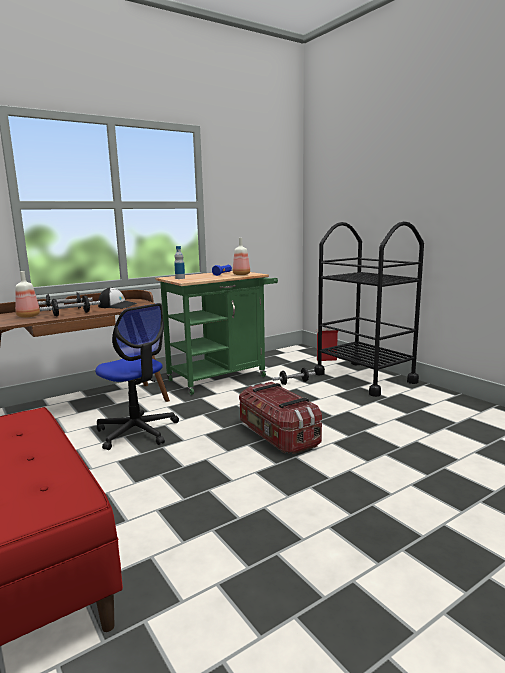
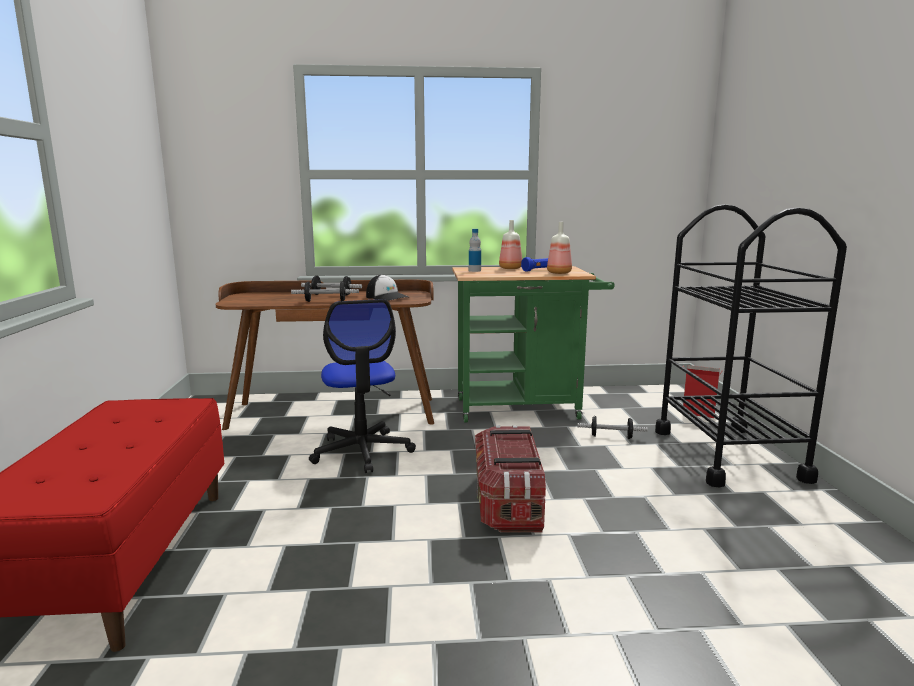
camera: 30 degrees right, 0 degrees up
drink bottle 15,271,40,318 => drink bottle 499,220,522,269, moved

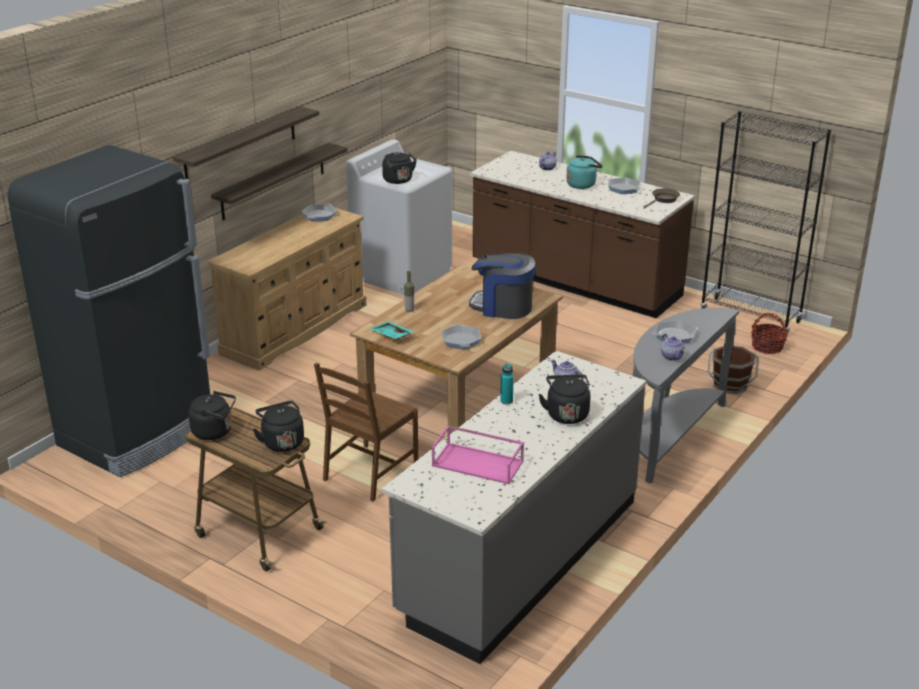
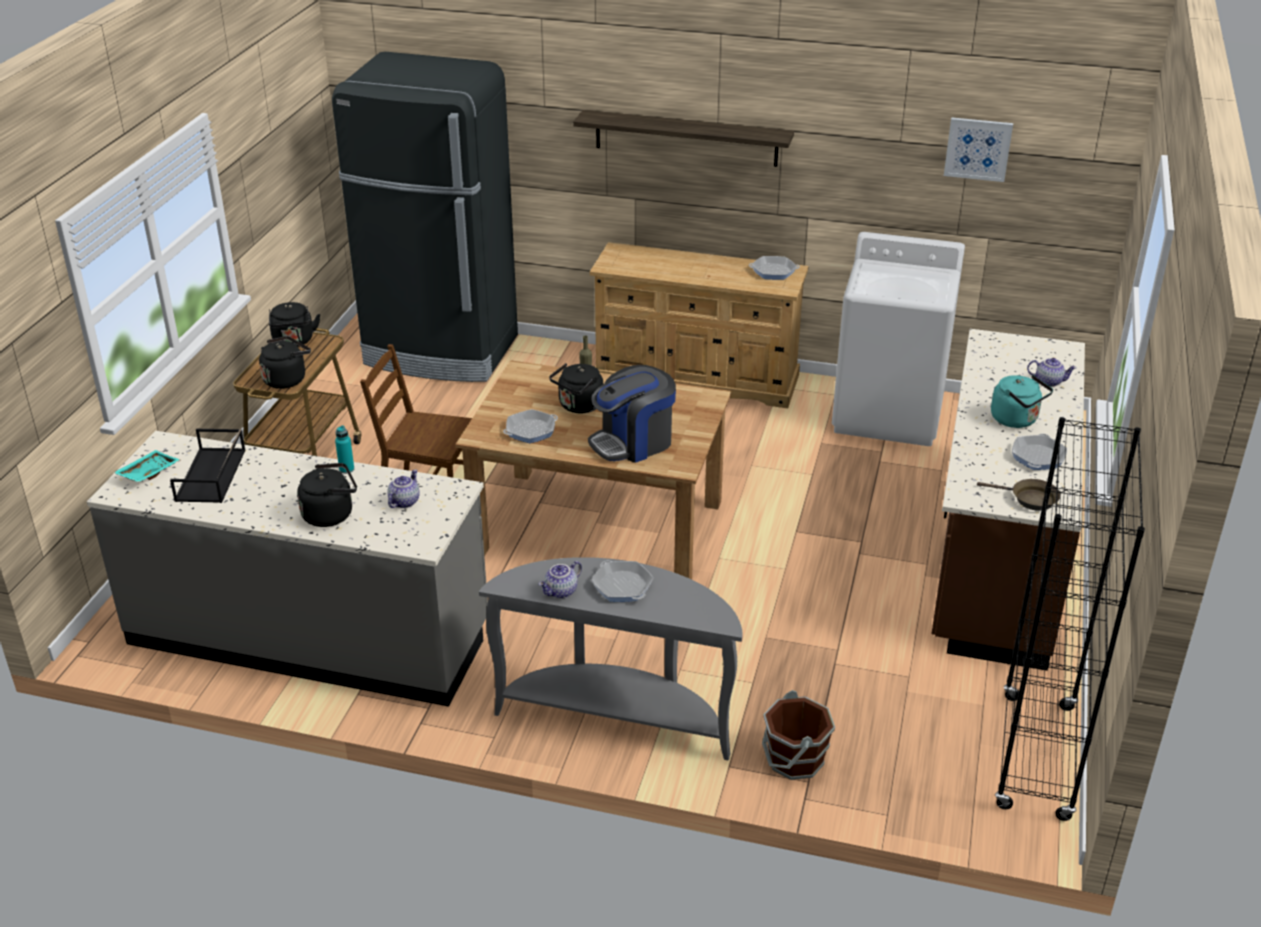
camera: 70 degrees right, 5 degrees up
wall shelf 211,143,348,220 => nothing
blue-green serving tray 370,321,414,339 => blue-green serving tray 113,450,180,482, moved
black water kettle 382,152,417,184 => black water kettle 549,363,603,413, moved
pink-coloured serving tray 432,425,524,484 => black serving tray 170,429,245,503
coffee machine 469,253,535,319 => coffee machine 588,365,676,463, 120 degrees counterclockwise
household basket 751,313,788,354 => nothing
nothing => picture 944,117,1013,182

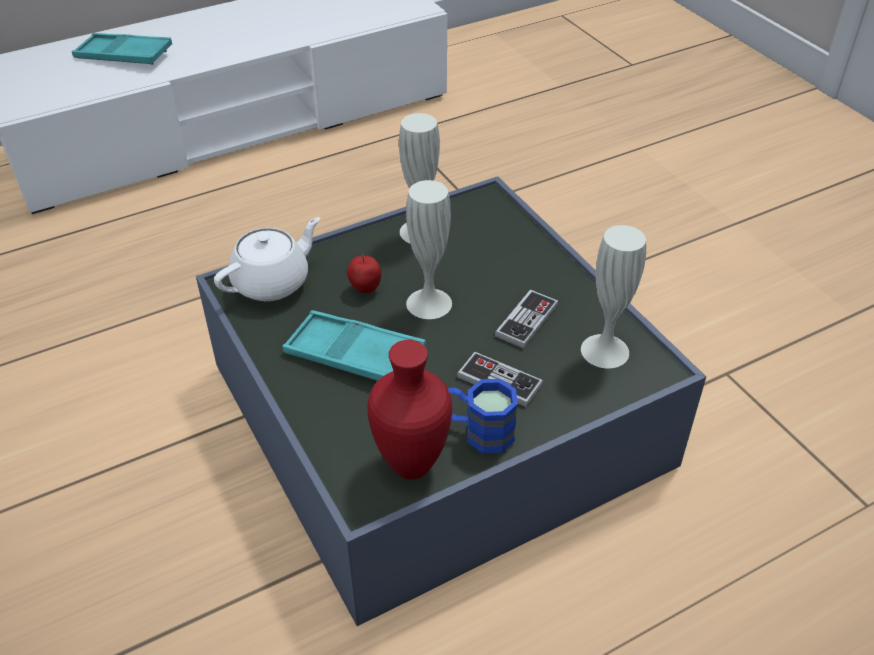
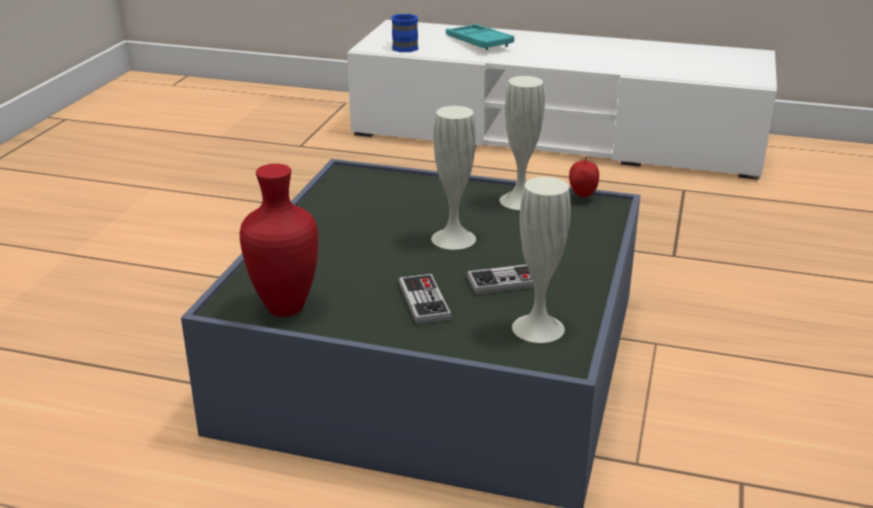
camera: 45 degrees right, 15 degrees down
white-coloured tea pot 214,217,320,301 => nothing
blue-green serving tray 282,310,426,381 => nothing
whole apple 347,254,381,293 => whole apple 569,156,599,197, moved
bluish mug 448,379,518,453 => bluish mug 392,14,418,52, moved

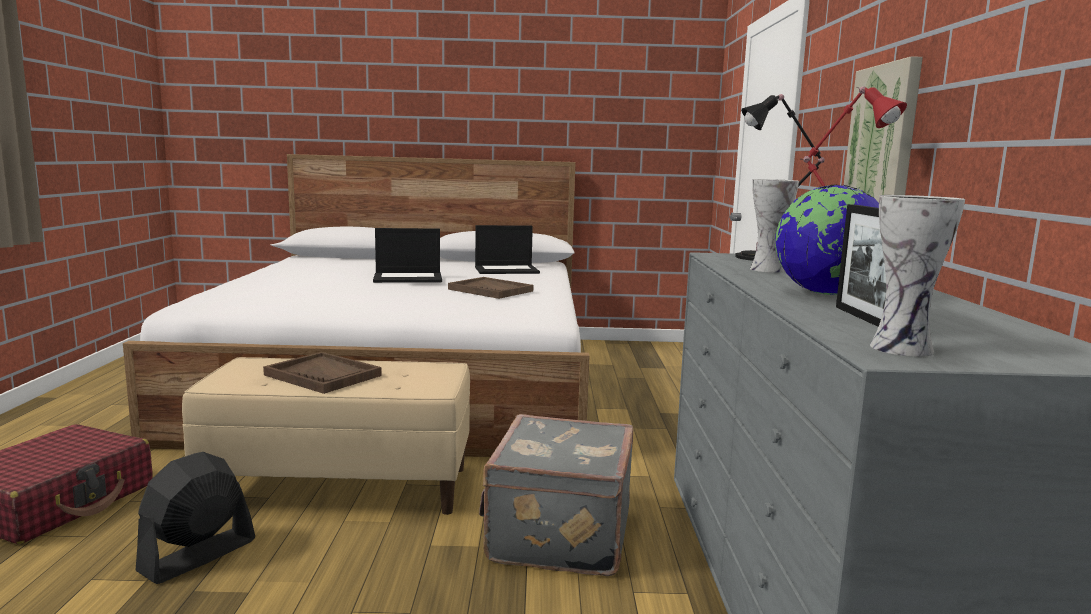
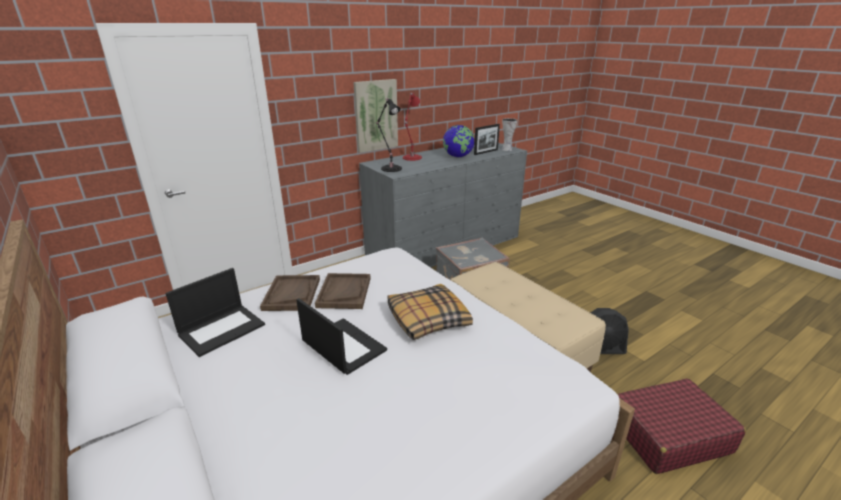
camera: 125 degrees left, 15 degrees up
brown serving tray 263,352,382,394 => brown serving tray 260,275,320,311, moved
notebook computer 475,225,540,274 => notebook computer 165,268,265,357, 90 degrees clockwise
vase 750,179,799,273 => nothing
nothing => throw pillow 387,284,473,340

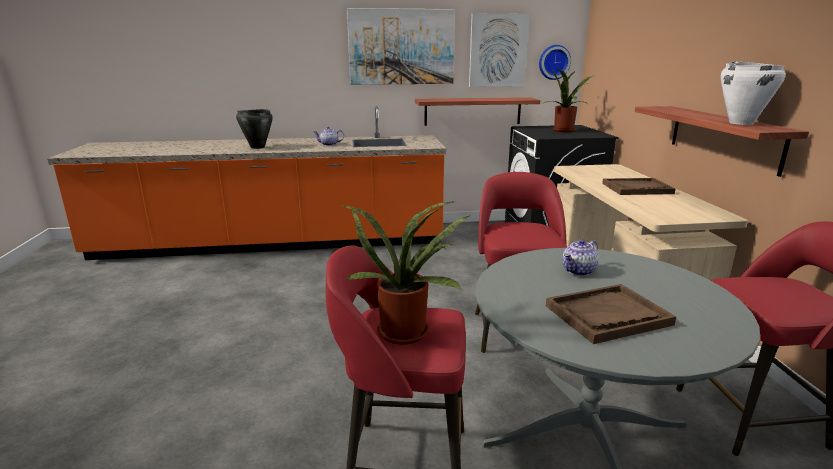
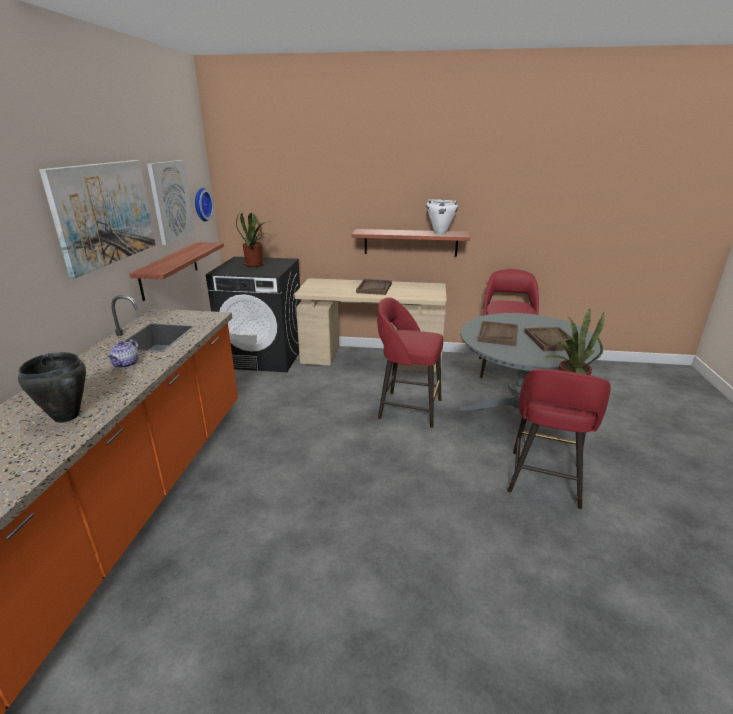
camera: 75 degrees left, 5 degrees up
tea pot 562,239,599,276 => brown serving tray 477,321,518,346

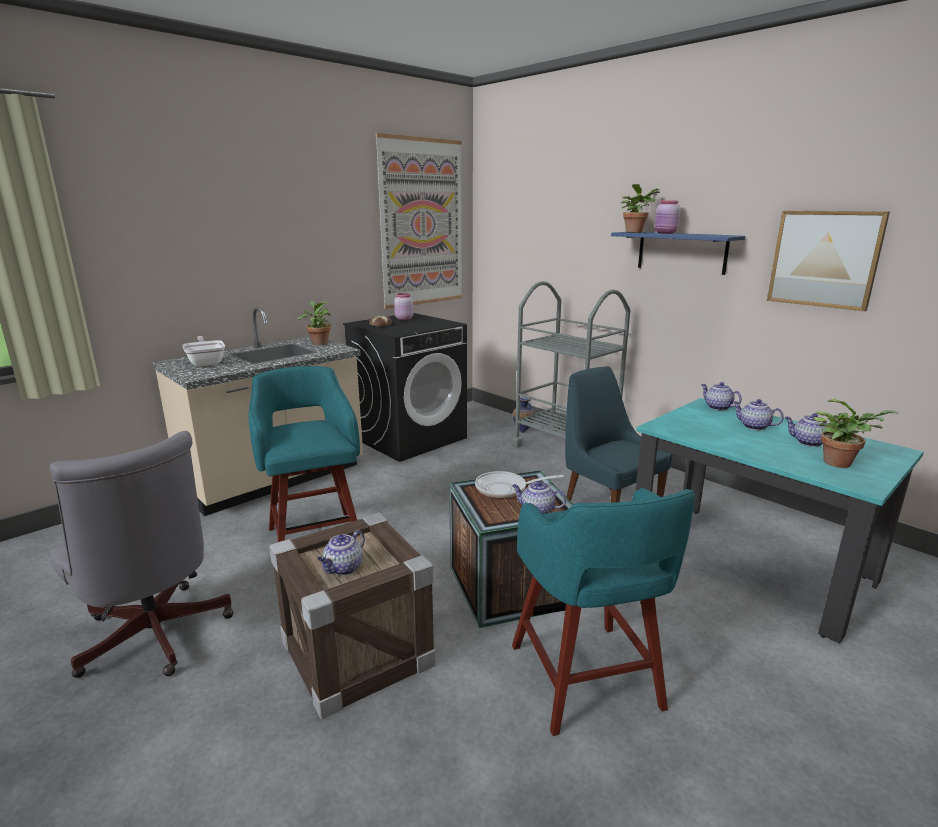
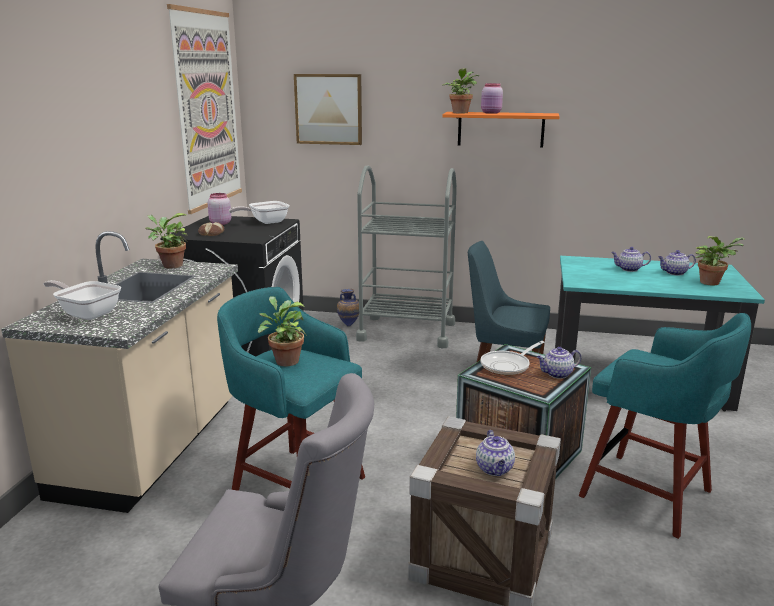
camera: 35 degrees left, 0 degrees up
bluish wall shelf 611,232,745,275 => orange-coloured wall shelf 443,112,560,148
tea pot 701,382,742,410 => nothing
picture 767,211,890,311 => picture 294,74,362,145, moved
nothing => skillet 229,201,290,224
nothing => potted plant 258,296,307,367

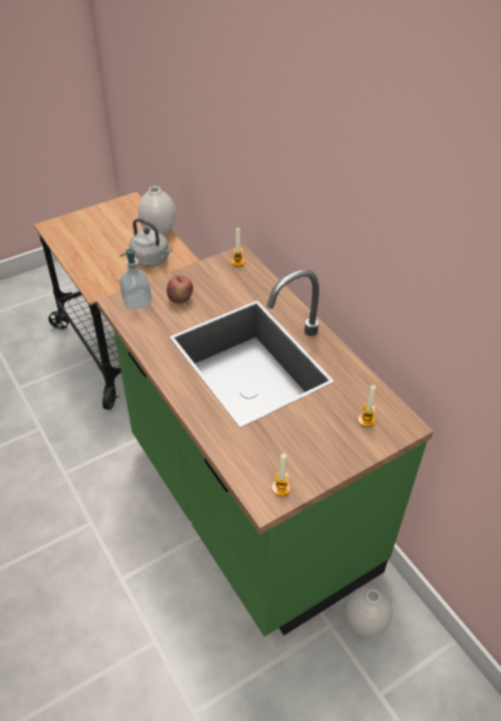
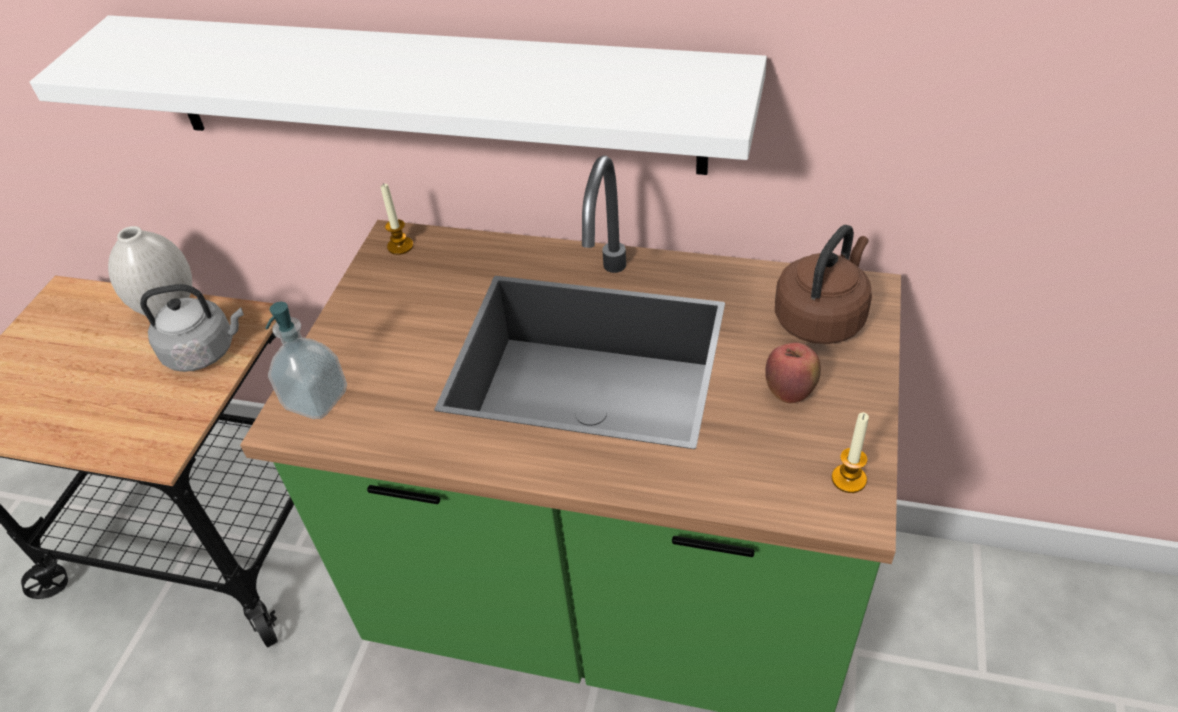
camera: 40 degrees left, 0 degrees up
whole apple 167,275,193,303 => whole apple 765,343,821,403, moved
white-coloured vase 345,586,393,637 => nothing
wax candle 358,385,376,427 => brown water kettle 775,225,872,344
nothing => white-coloured wall shelf 30,15,767,175

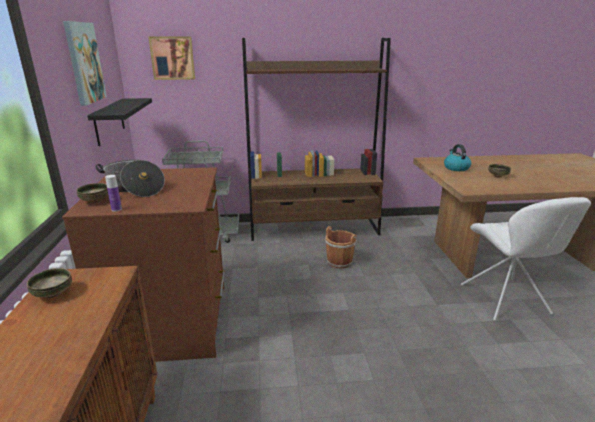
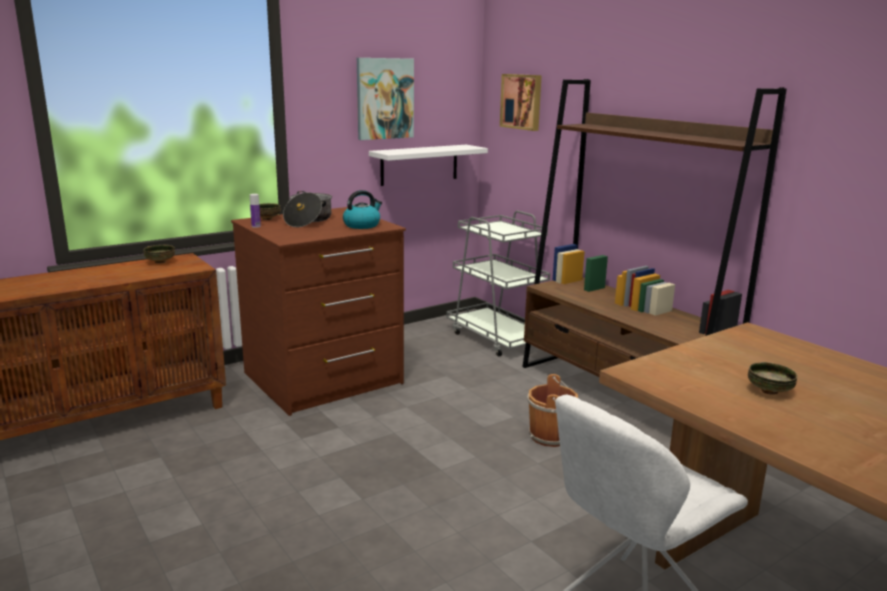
camera: 60 degrees right, 5 degrees down
black wall shelf 87,98,152,146 => white-coloured wall shelf 369,145,488,186
water kettle 444,144,471,171 => water kettle 343,190,382,229, moved

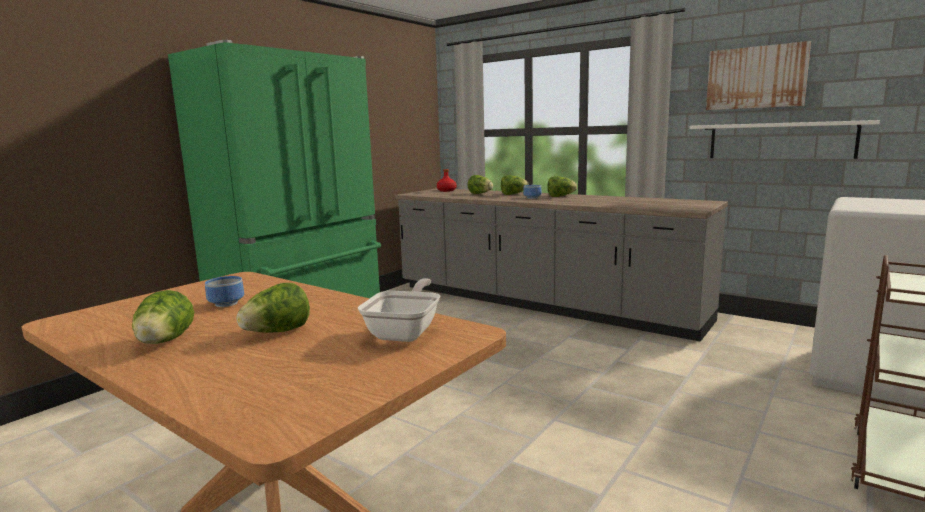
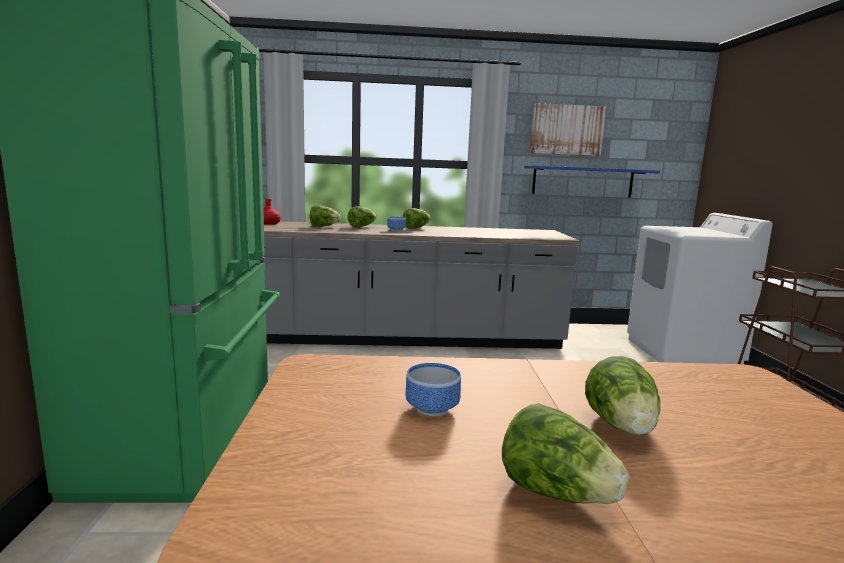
camera: 40 degrees left, 0 degrees up
skillet 358,278,440,342 => nothing
white-coloured wall shelf 689,120,880,159 => bluish wall shelf 524,165,660,197

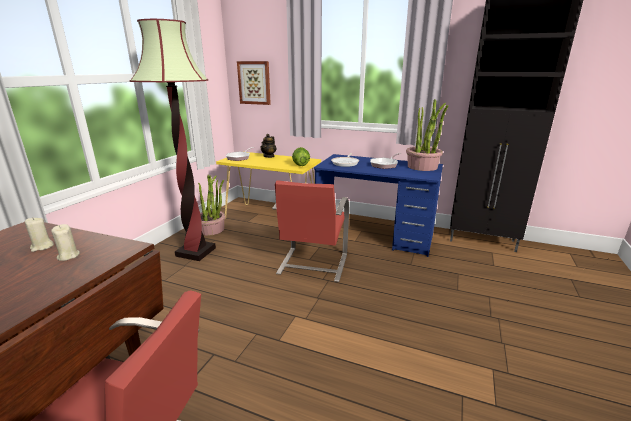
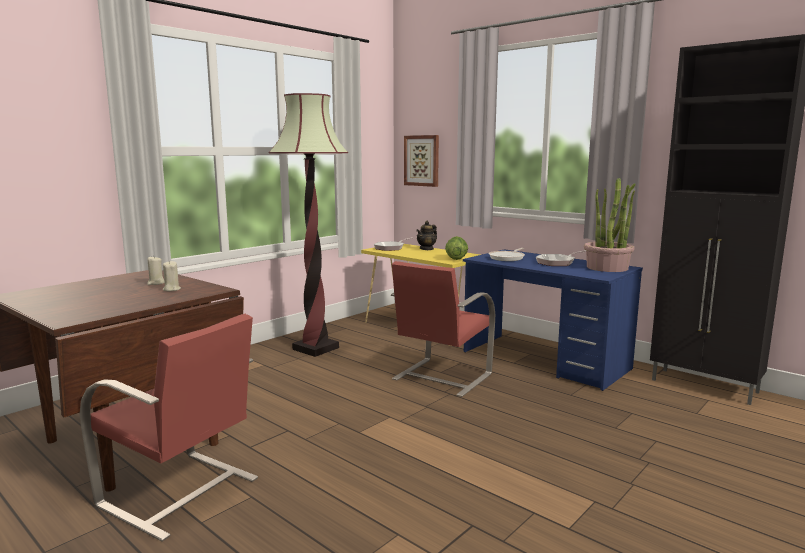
camera: 20 degrees right, 10 degrees down
potted plant 198,175,226,236 => nothing

